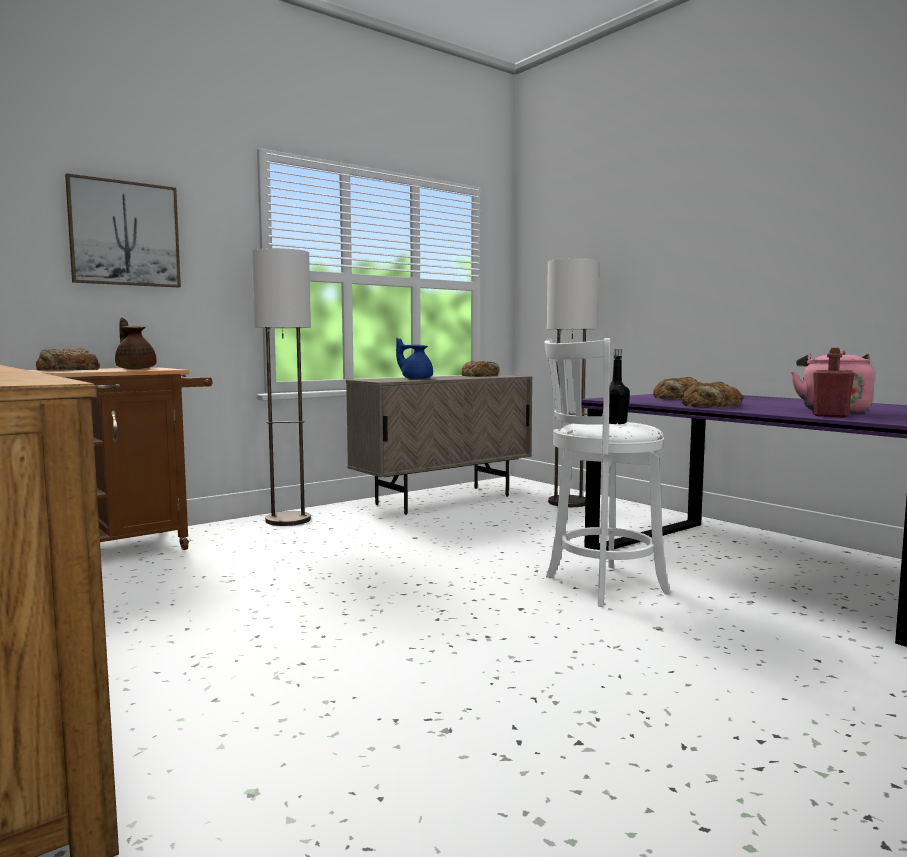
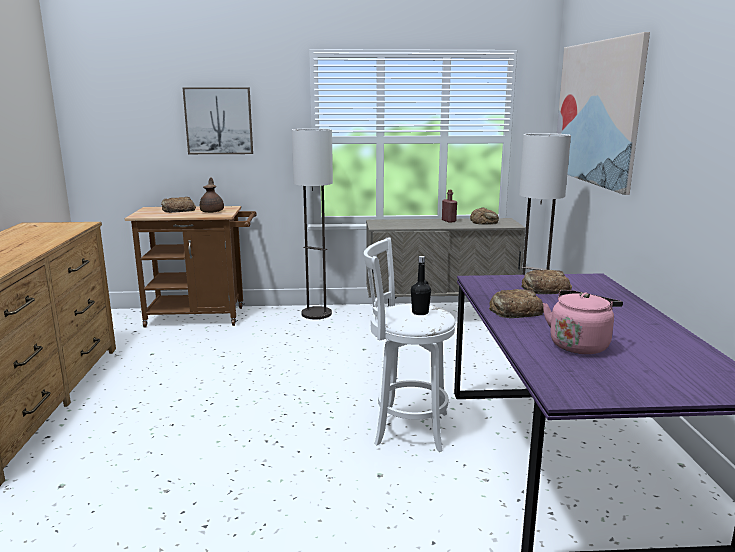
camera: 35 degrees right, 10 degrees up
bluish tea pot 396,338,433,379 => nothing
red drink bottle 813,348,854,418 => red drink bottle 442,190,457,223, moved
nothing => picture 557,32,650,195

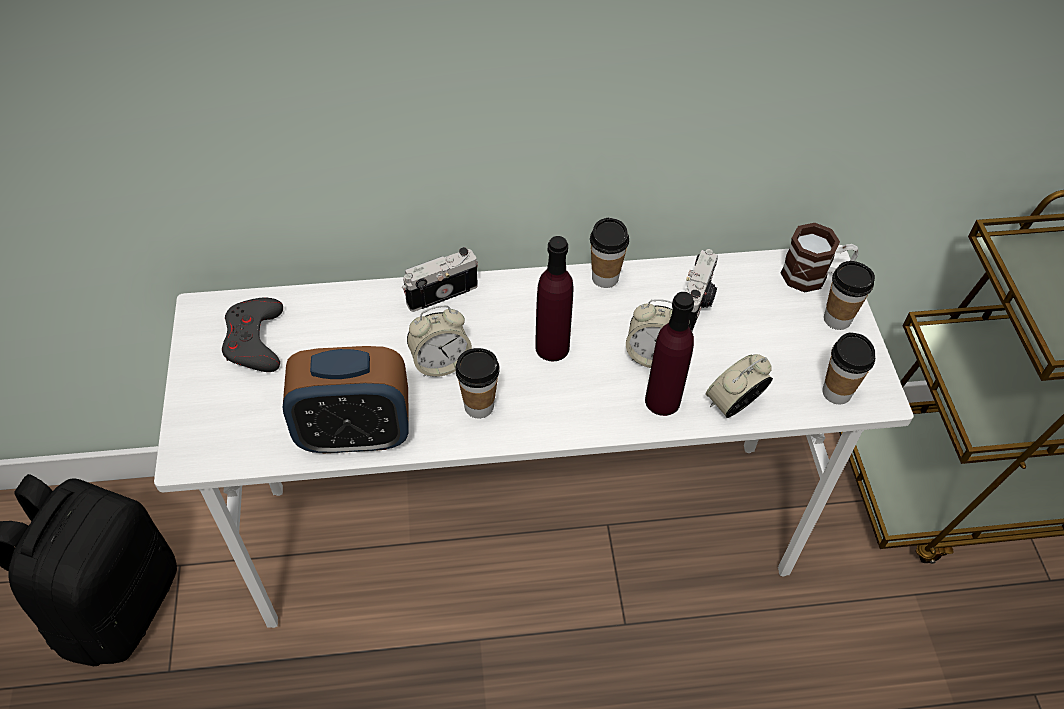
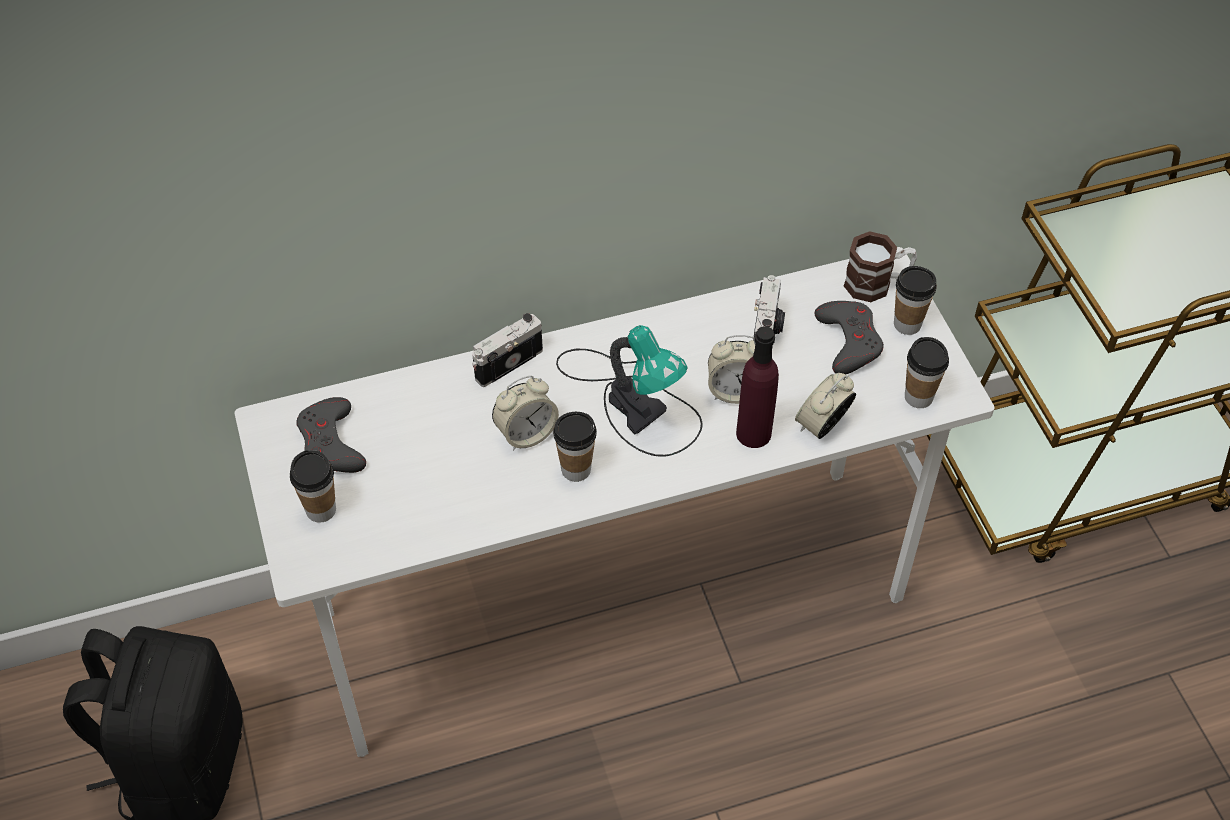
camera: 10 degrees left, 0 degrees up
alarm clock 283,346,409,454 => nothing
purple drink bottle 535,236,574,361 => tabletop lamp 556,325,703,456
drinking cup 590,218,629,288 => drinking cup 290,450,336,523, moved
nothing => gray joypad 815,301,884,374

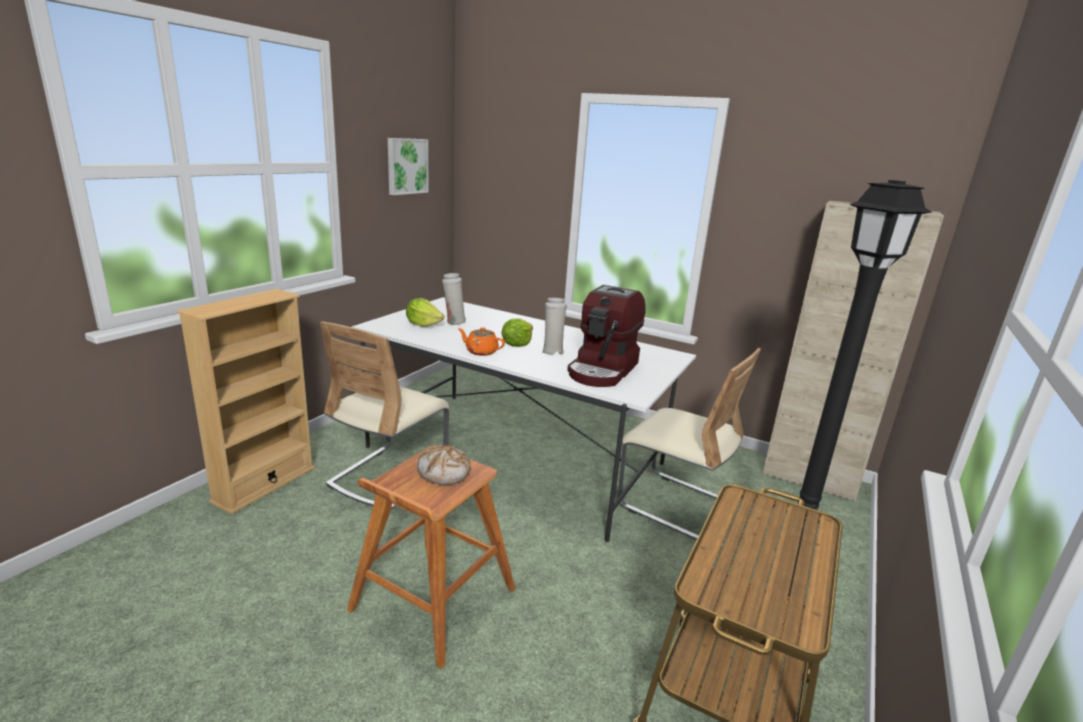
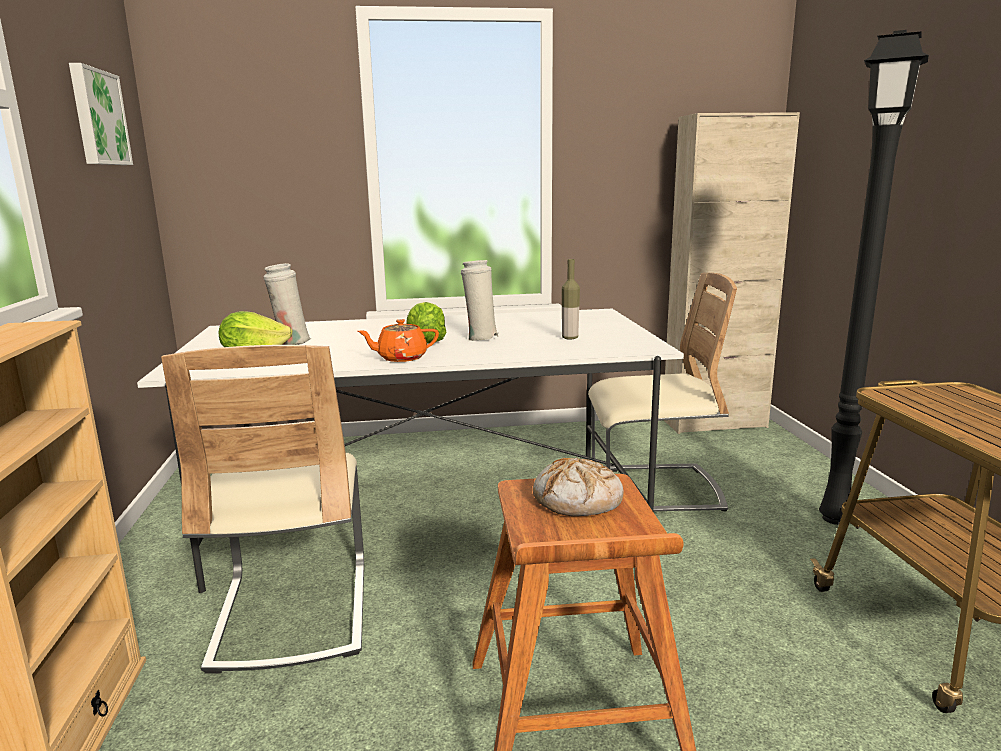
camera: 35 degrees left, 5 degrees down
coffee machine 567,285,646,387 => drink bottle 562,259,580,340

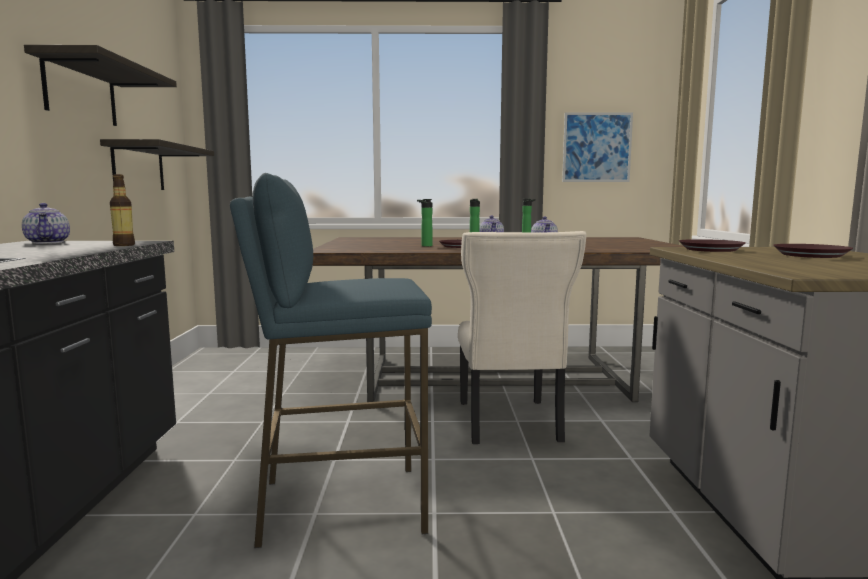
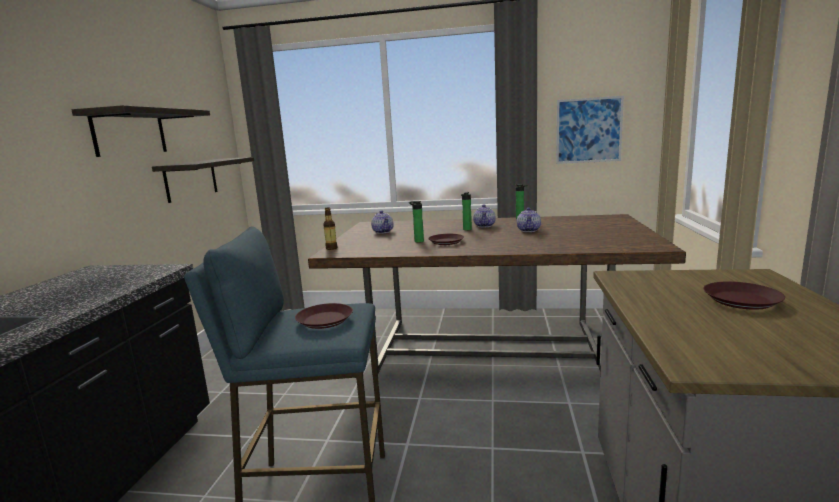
camera: 10 degrees right, 5 degrees up
tea pot 22,203,70,244 => tea pot 371,211,393,234, moved
drink bottle 110,174,135,246 => drink bottle 323,207,337,250, moved
beige upright chair 458,231,586,444 => nothing
brown plate 679,239,746,252 => brown plate 295,303,353,329, moved

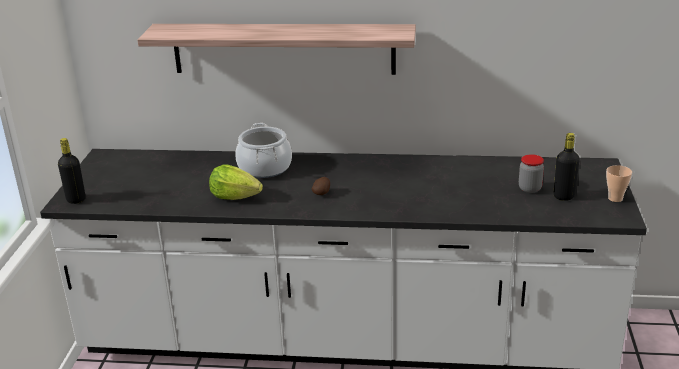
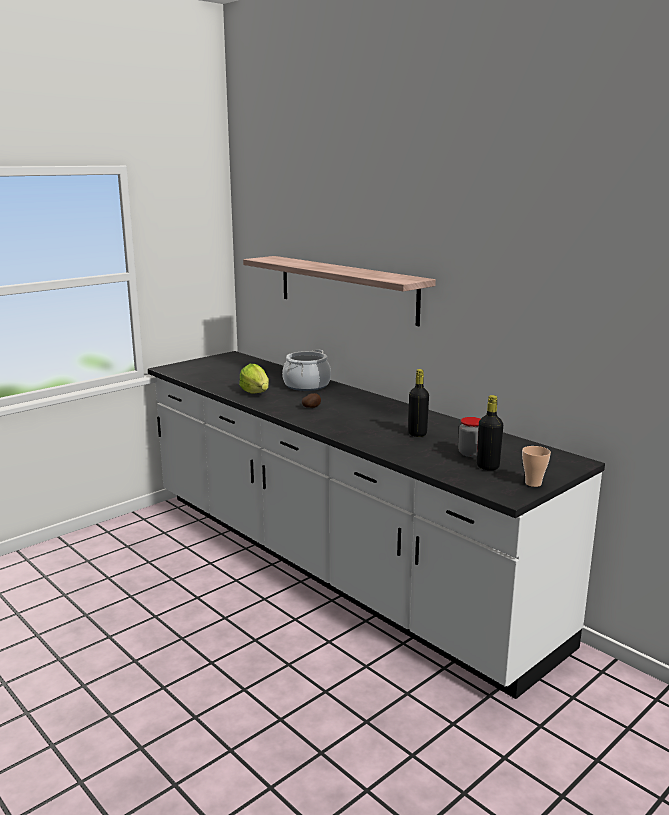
camera: 40 degrees right, 10 degrees down
black drink bottle 58,138,86,204 => black drink bottle 408,369,429,437, moved

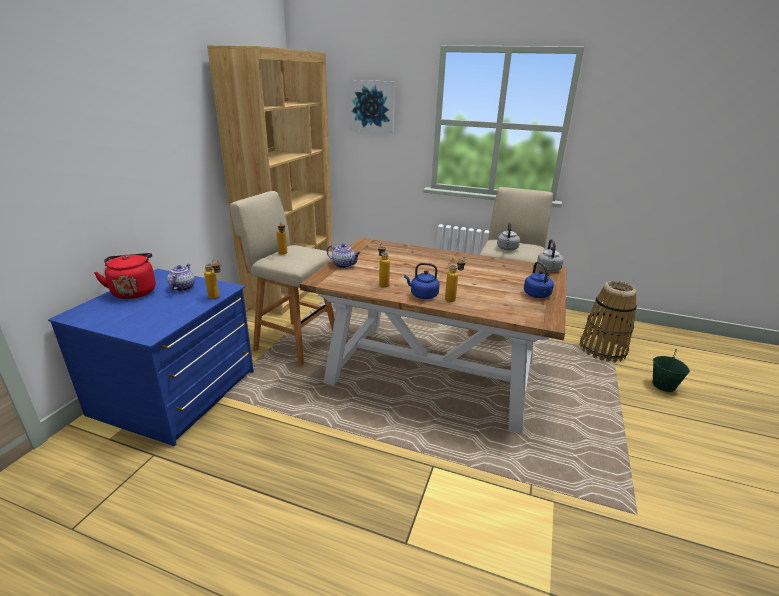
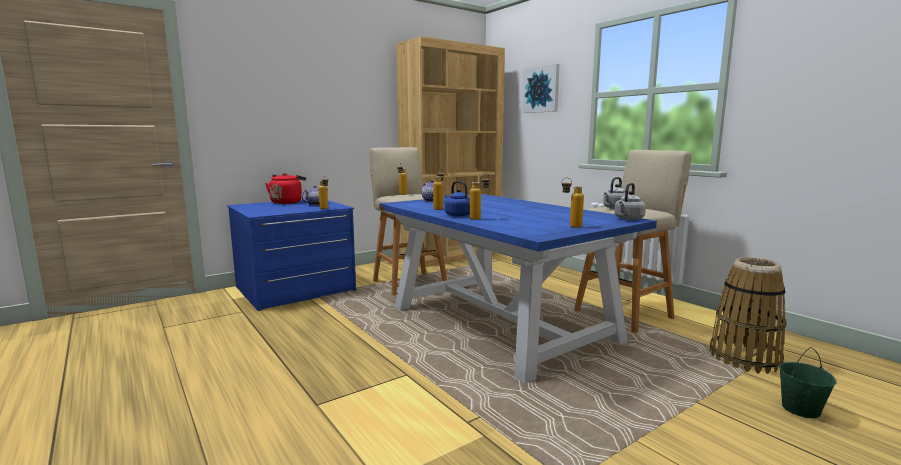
camera: 35 degrees right, 15 degrees down
brown kitchen table 300,238,567,434 => bluish kitchen table 379,194,657,383
bluish water kettle 524,262,554,298 => drink bottle 561,177,584,228

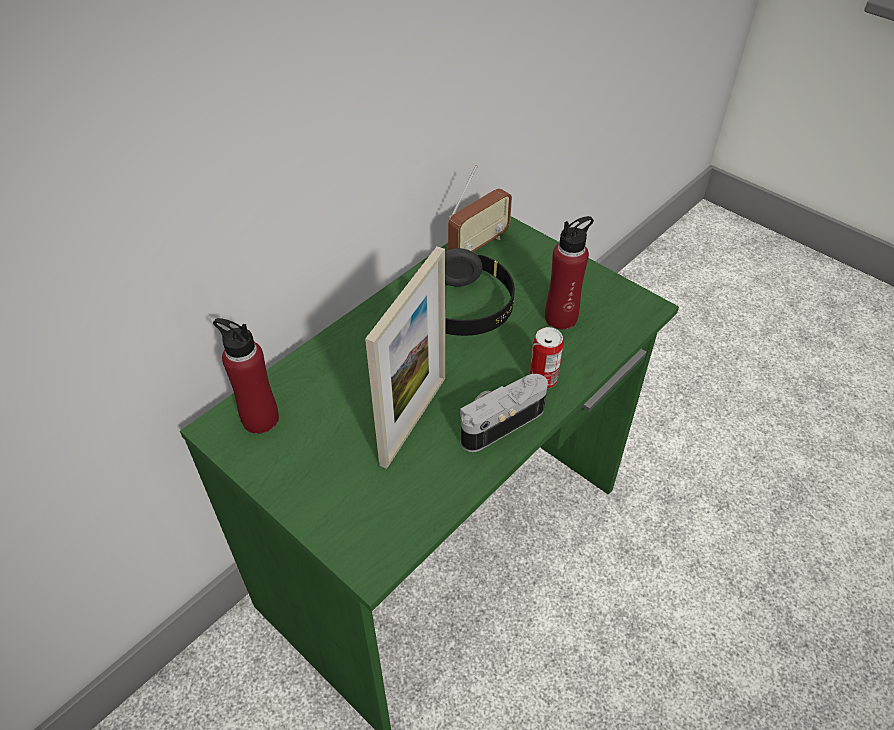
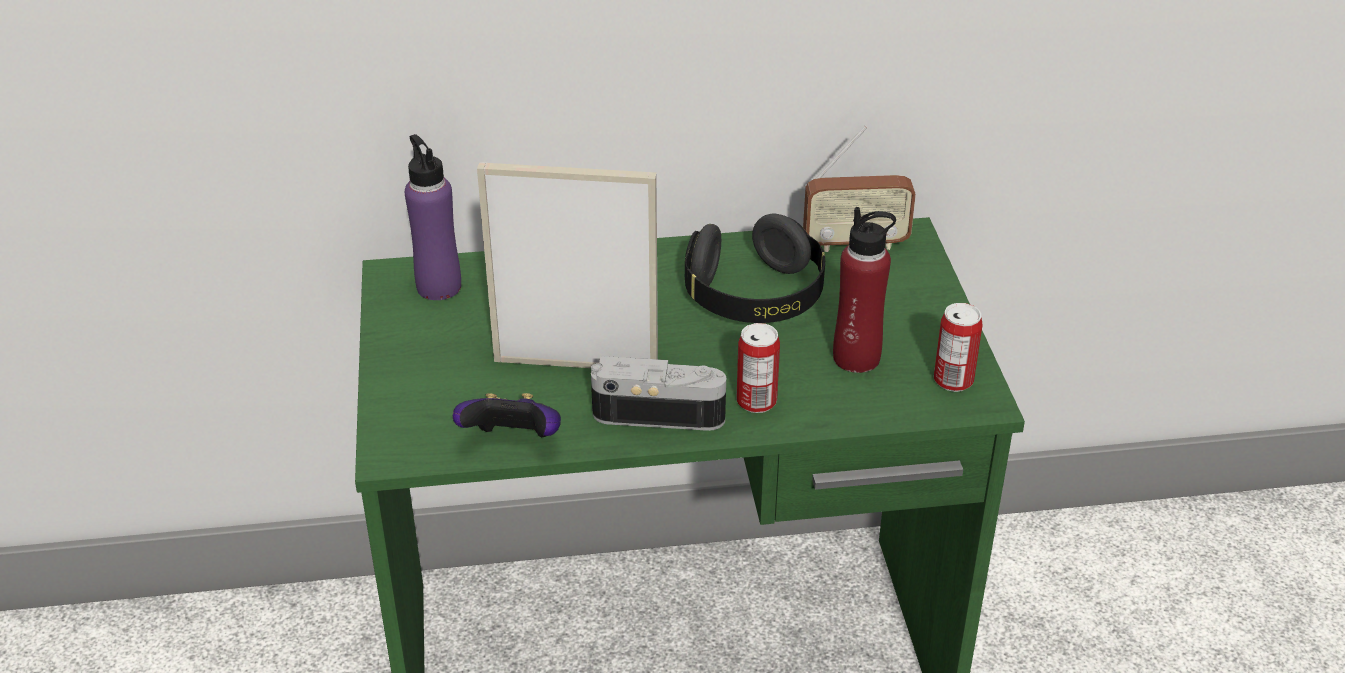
camera: 40 degrees right, 10 degrees down
red drink bottle 213,318,279,434 => purple drink bottle 405,134,461,300
photo frame 365,246,445,469 => photo frame 477,162,658,368, 150 degrees counterclockwise
nothing => joypad 453,393,561,437
nothing => can 934,303,982,392

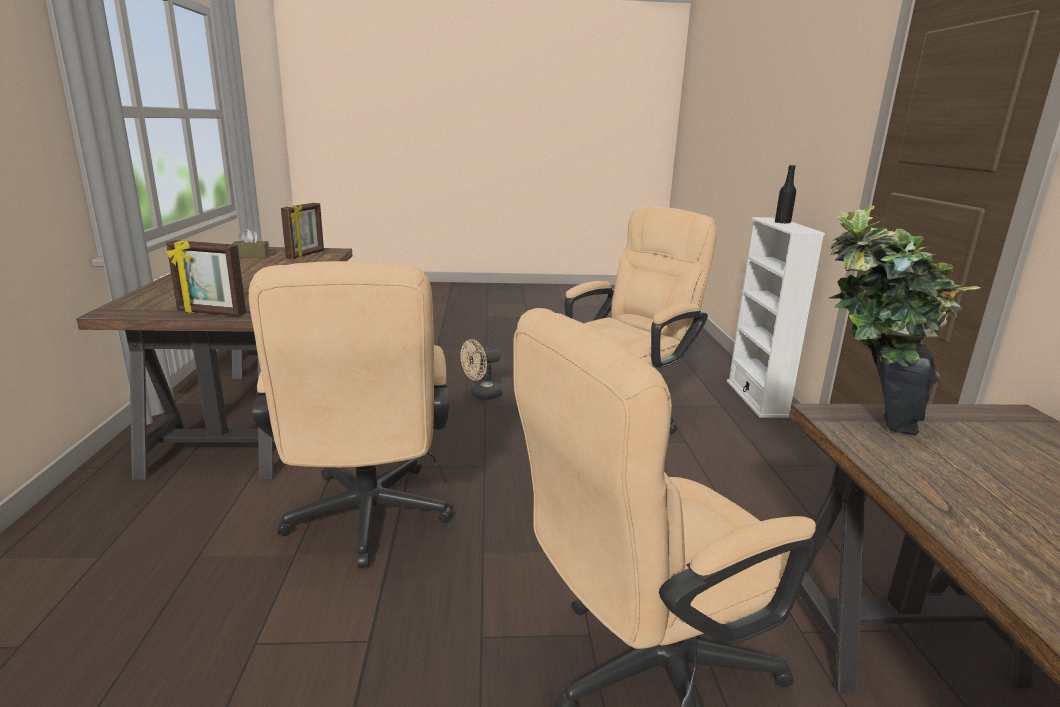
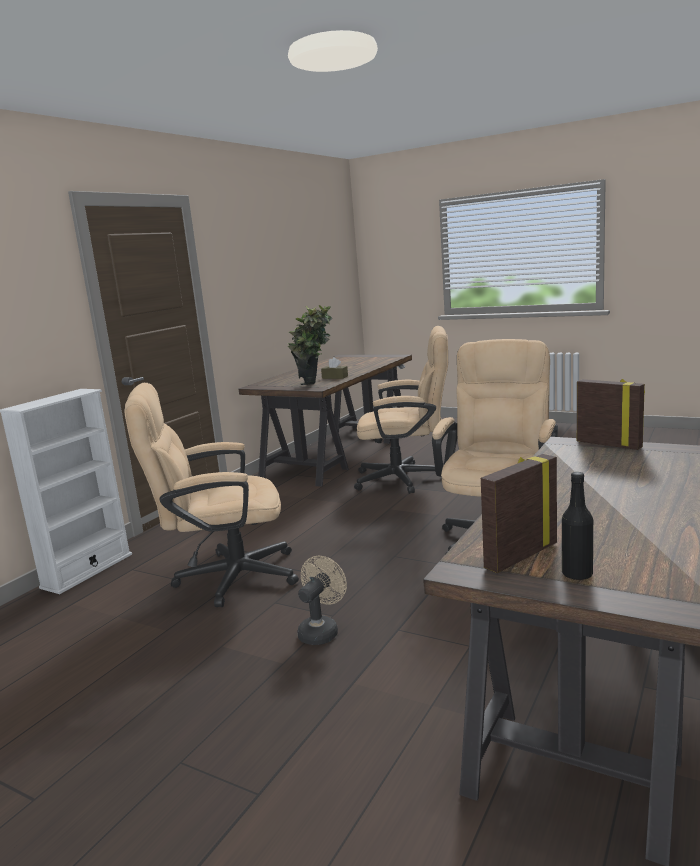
camera: 145 degrees left, 5 degrees down
brown tissue box 231,229,270,258 => brown tissue box 321,357,348,379, moved
beige cooling fan 460,339,502,400 => beige cooling fan 297,556,347,645, 60 degrees counterclockwise
black drink bottle 775,165,796,224 => black drink bottle 562,472,593,580, moved

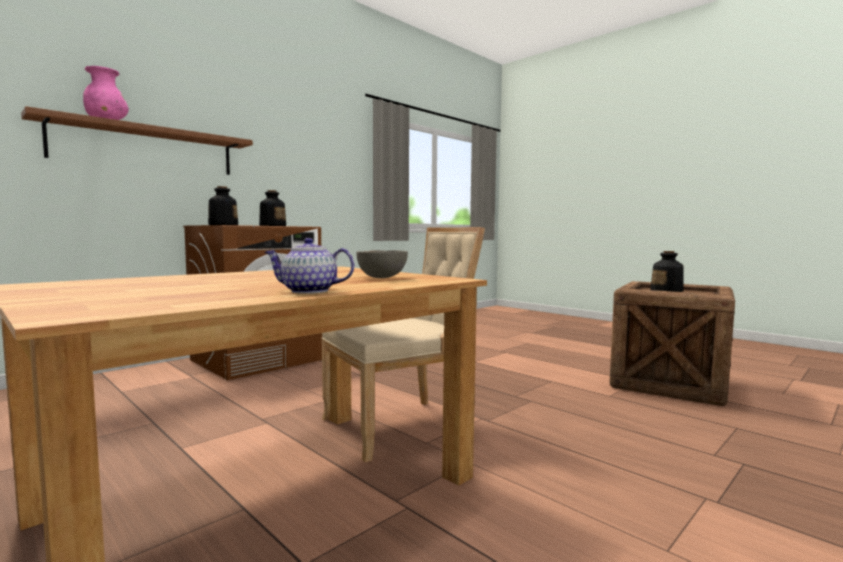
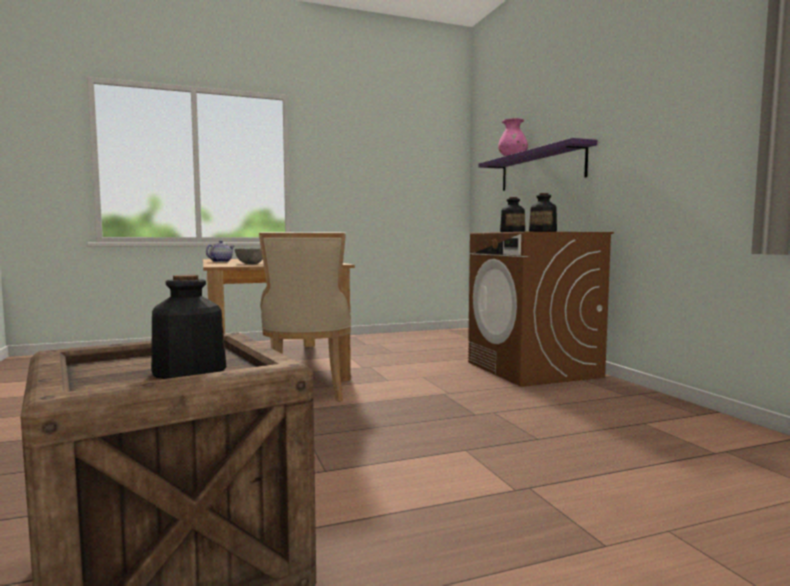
camera: 115 degrees right, 0 degrees up
brown wall shelf 21,106,253,175 => purple wall shelf 478,138,597,191

